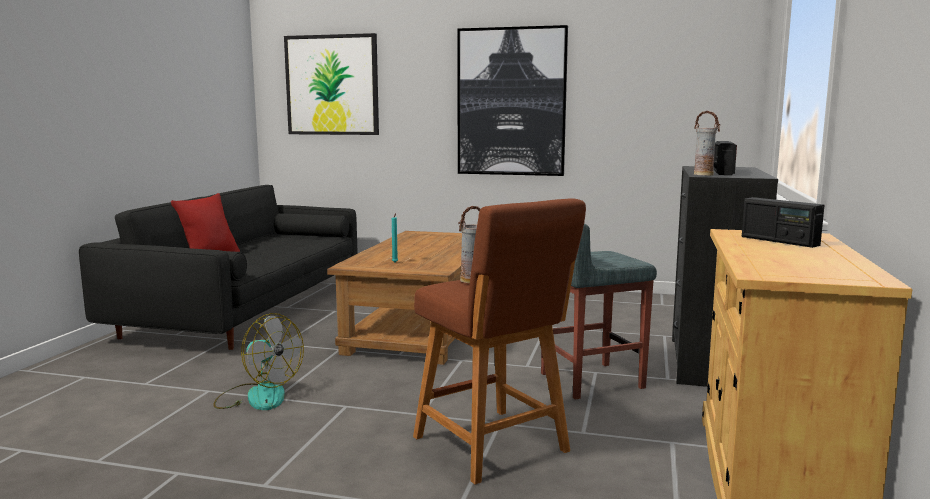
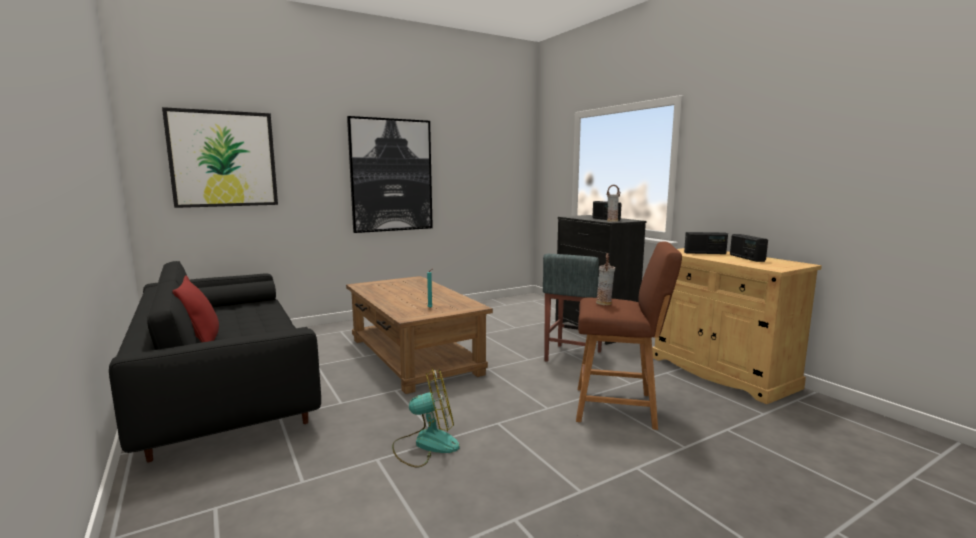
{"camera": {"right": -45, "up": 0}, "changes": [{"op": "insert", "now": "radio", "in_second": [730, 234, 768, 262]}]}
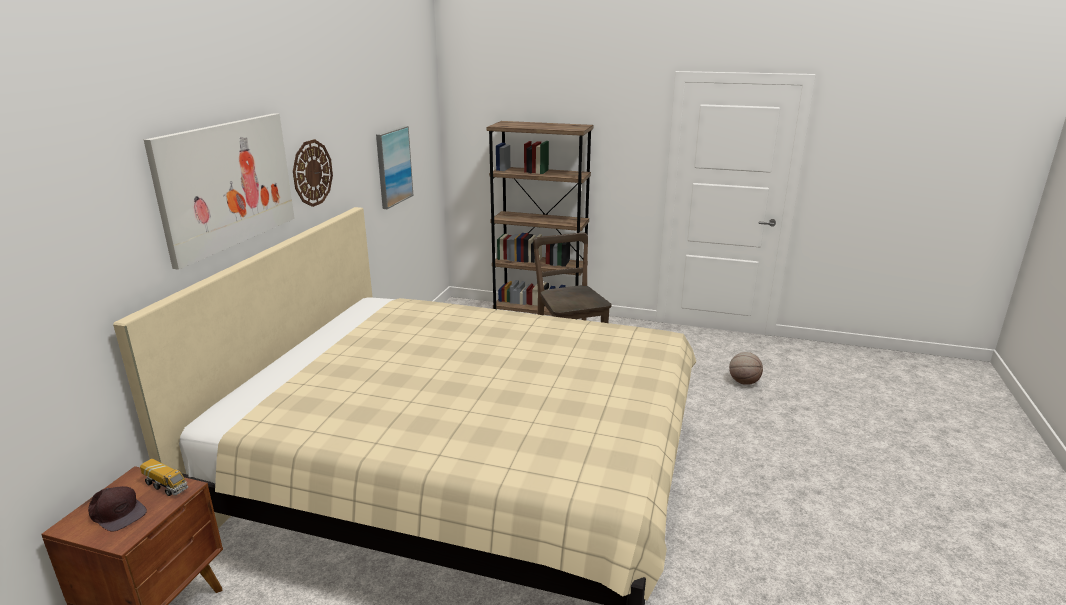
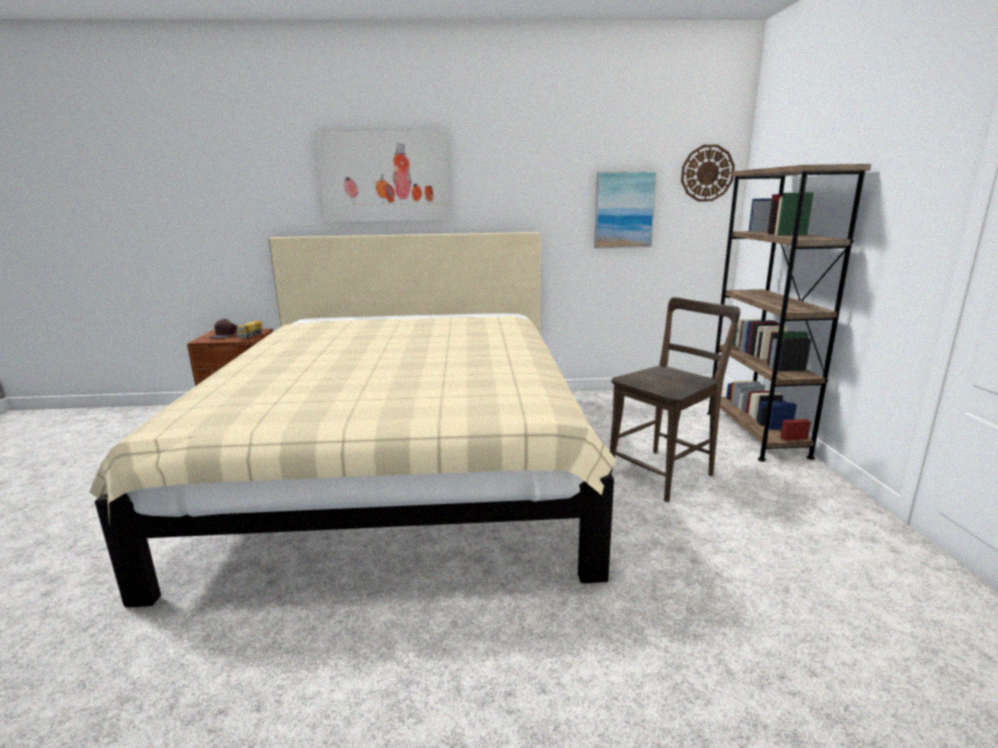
{"camera": {"right": 70, "up": -5}, "changes": [{"op": "move", "was": "wall clock", "in_first": [293, 139, 333, 207], "in_second": [681, 145, 735, 202]}, {"op": "delete", "was": "basketball", "in_first": [729, 352, 763, 385]}]}
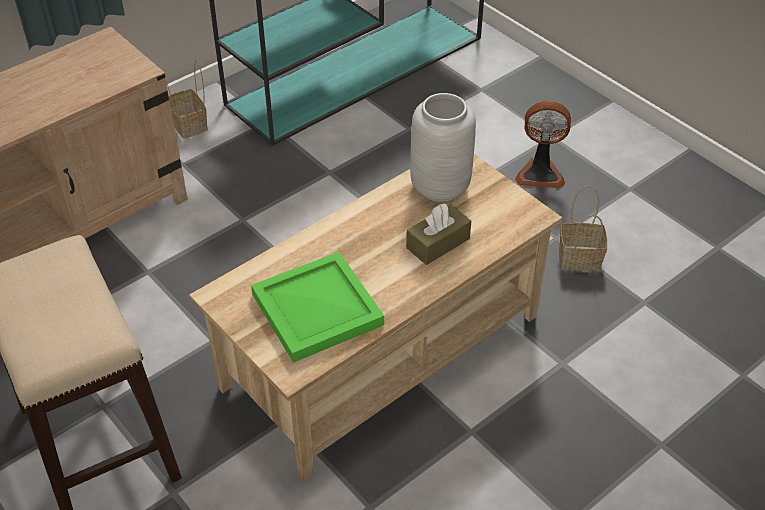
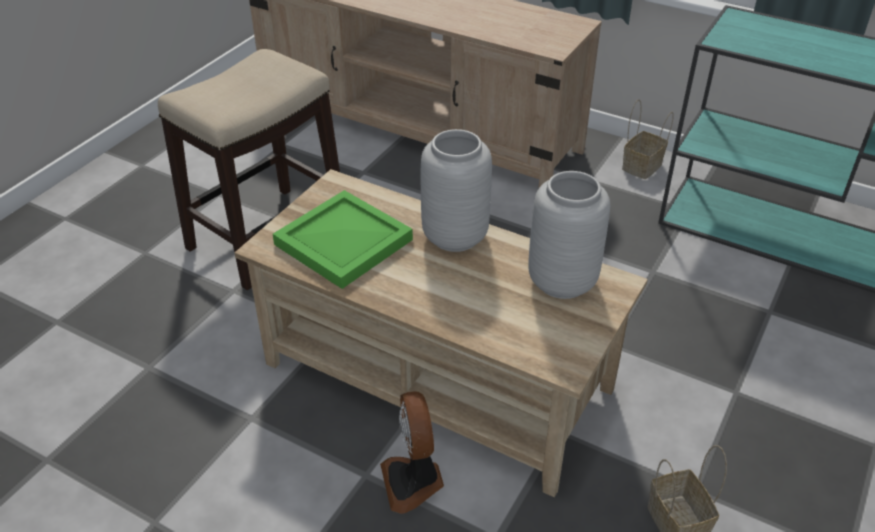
{"camera": {"right": 70, "up": -5}, "changes": [{"op": "move", "was": "fan", "in_first": [515, 101, 571, 188], "in_second": [380, 391, 444, 514]}, {"op": "delete", "was": "brown tissue box", "in_first": [406, 203, 471, 265]}, {"op": "insert", "now": "grey vase", "in_second": [421, 129, 492, 252]}]}
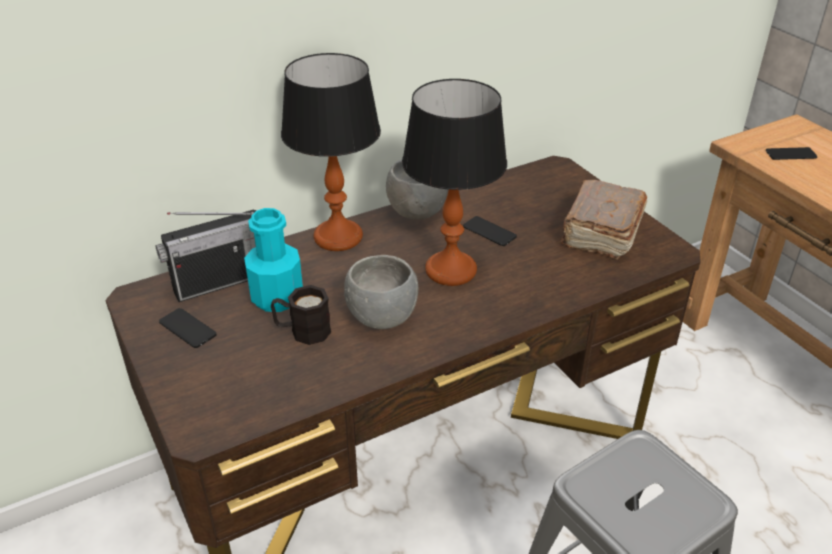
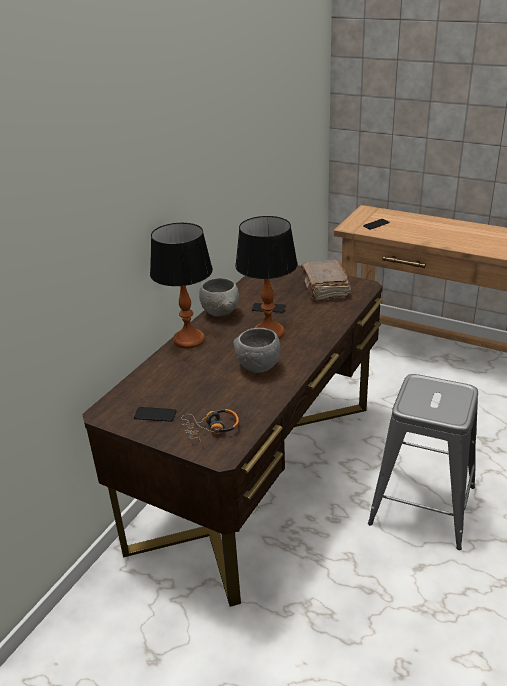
{"camera": {"right": -30, "up": -5}, "changes": [{"op": "delete", "was": "turquoise bottle", "in_first": [244, 208, 303, 312]}, {"op": "delete", "was": "radio", "in_first": [156, 210, 257, 302]}, {"op": "delete", "was": "black mug", "in_first": [271, 285, 331, 345]}, {"op": "insert", "now": "headphones", "in_second": [181, 409, 239, 442]}]}
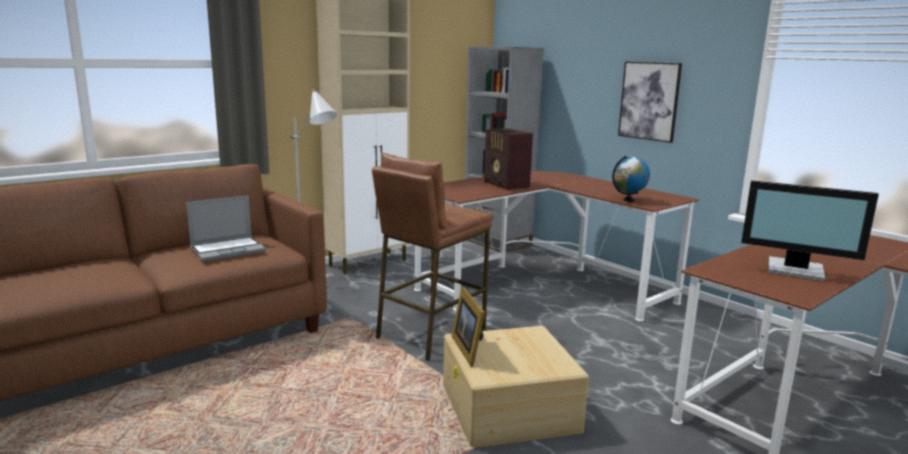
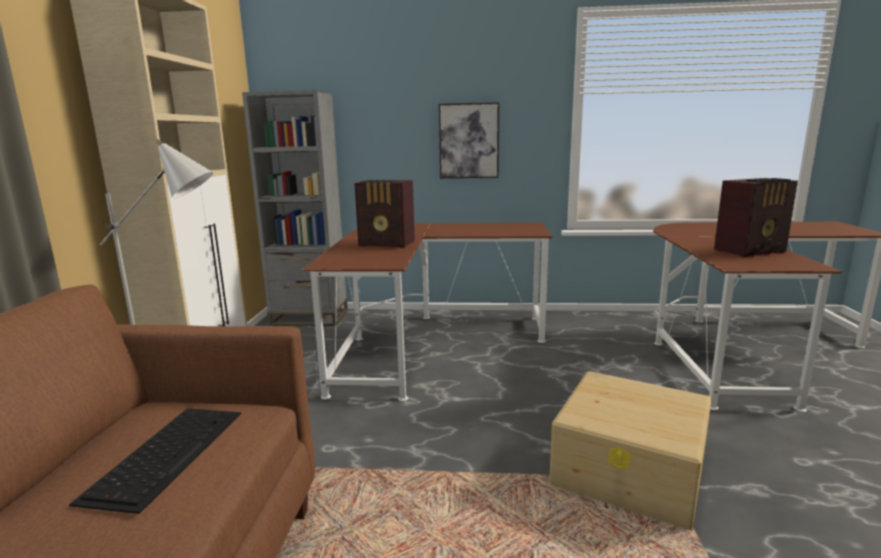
{"camera": {"right": -45, "up": 0}, "changes": [{"op": "delete", "was": "brown stool", "in_first": [372, 153, 492, 361]}, {"op": "delete", "was": "globe", "in_first": [612, 156, 650, 202]}, {"op": "replace", "was": "monitor", "now": "radio", "in_first": [741, 180, 879, 282], "in_second": [714, 178, 798, 257]}, {"op": "replace", "was": "laptop", "now": "keyboard", "in_first": [186, 195, 266, 262], "in_second": [69, 408, 241, 514]}, {"op": "delete", "was": "picture frame", "in_first": [452, 287, 485, 367]}]}
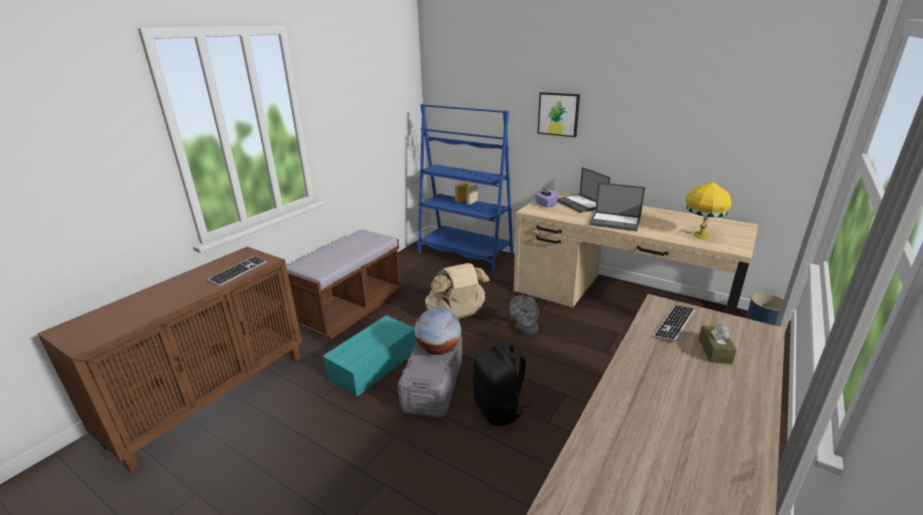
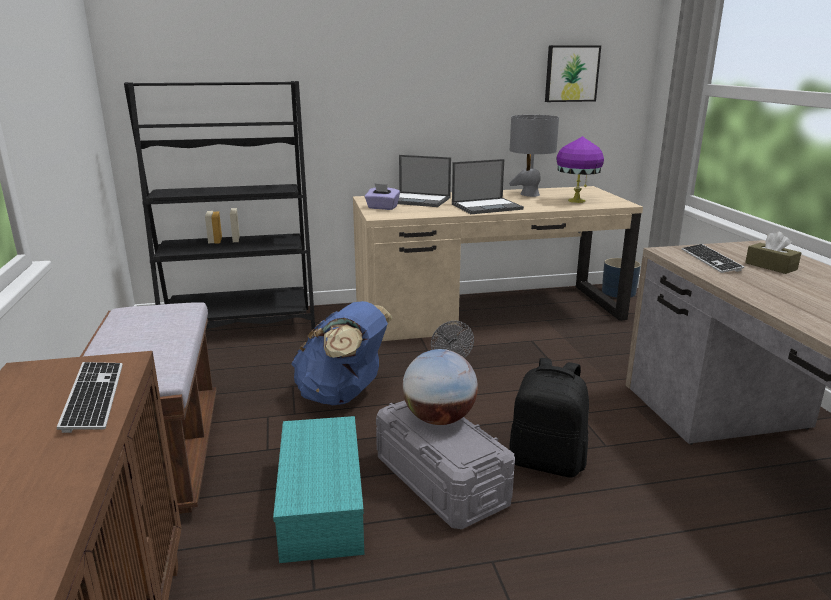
{"camera": {"right": -45, "up": -5}, "changes": [{"op": "move", "was": "picture", "in_first": [538, 92, 580, 137], "in_second": [545, 45, 601, 102]}, {"op": "recolor", "was": "blue bookcase", "now": "black bookcase", "in_first": [418, 104, 513, 274], "in_second": [124, 81, 315, 330]}, {"op": "recolor", "was": "yellow table lamp", "now": "purple table lamp", "in_first": [686, 182, 732, 239], "in_second": [557, 136, 604, 203]}, {"op": "recolor", "was": "beige backpack", "now": "blue backpack", "in_first": [425, 263, 490, 319], "in_second": [291, 301, 393, 405]}, {"op": "insert", "now": "grey table lamp", "in_second": [509, 115, 559, 197]}]}
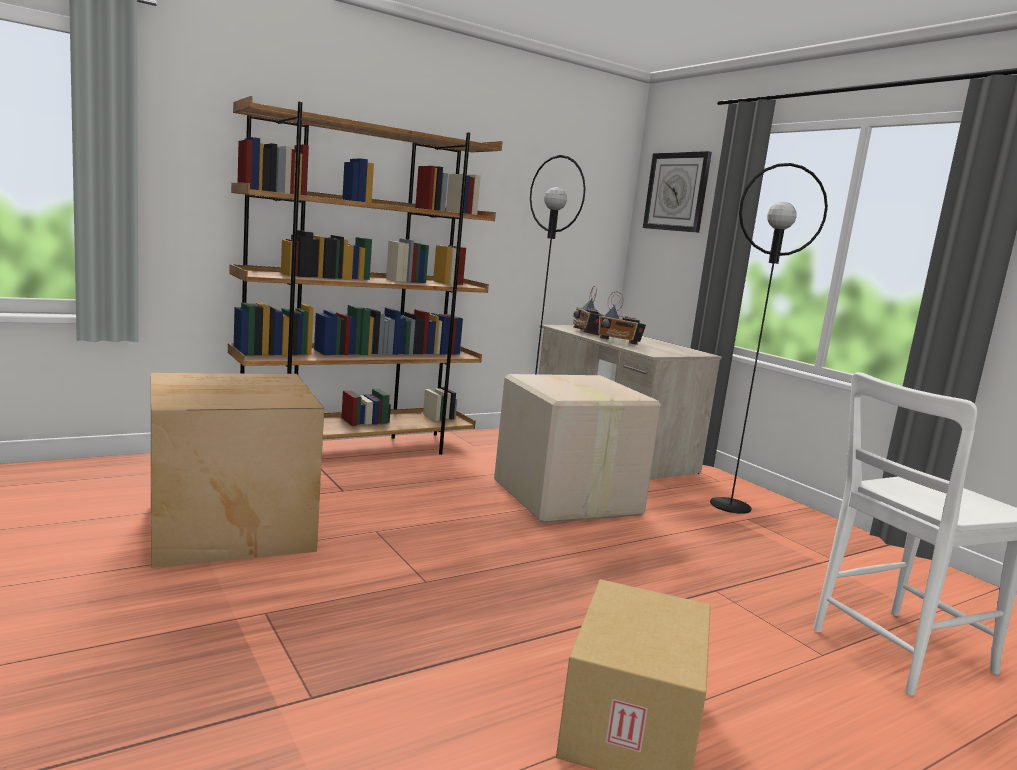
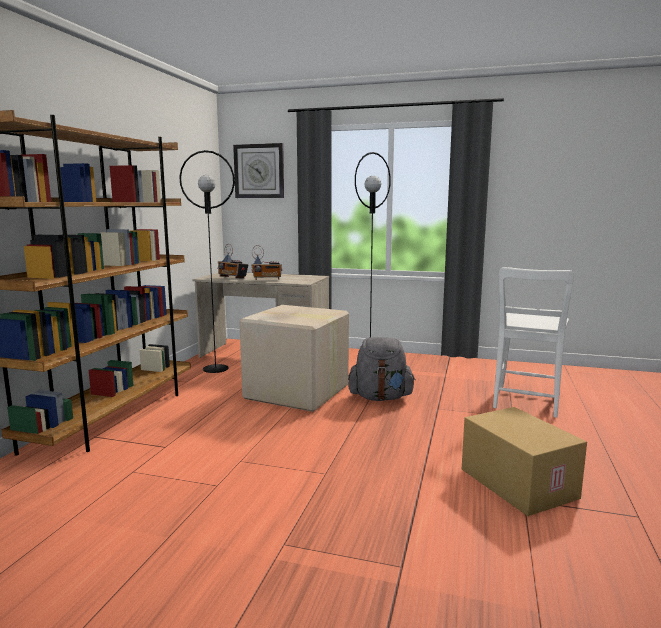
{"camera": {"right": -40, "up": 0}, "changes": [{"op": "delete", "was": "cardboard box", "in_first": [151, 373, 324, 568]}, {"op": "insert", "now": "grey backpack", "in_second": [348, 337, 416, 401]}]}
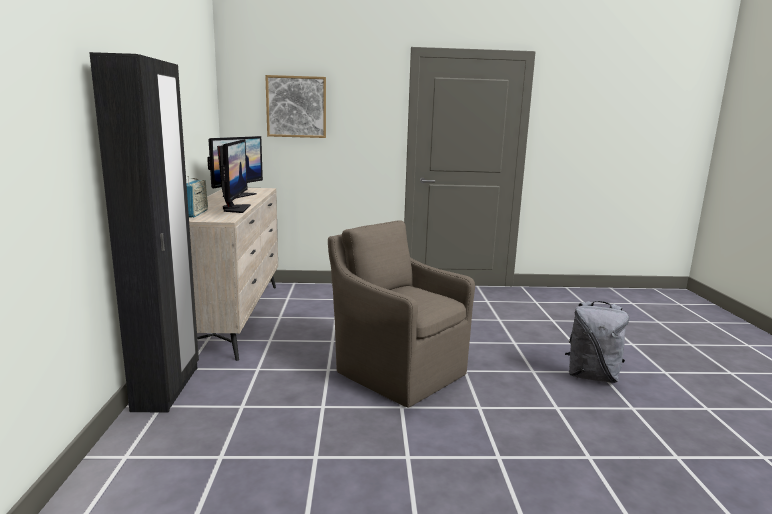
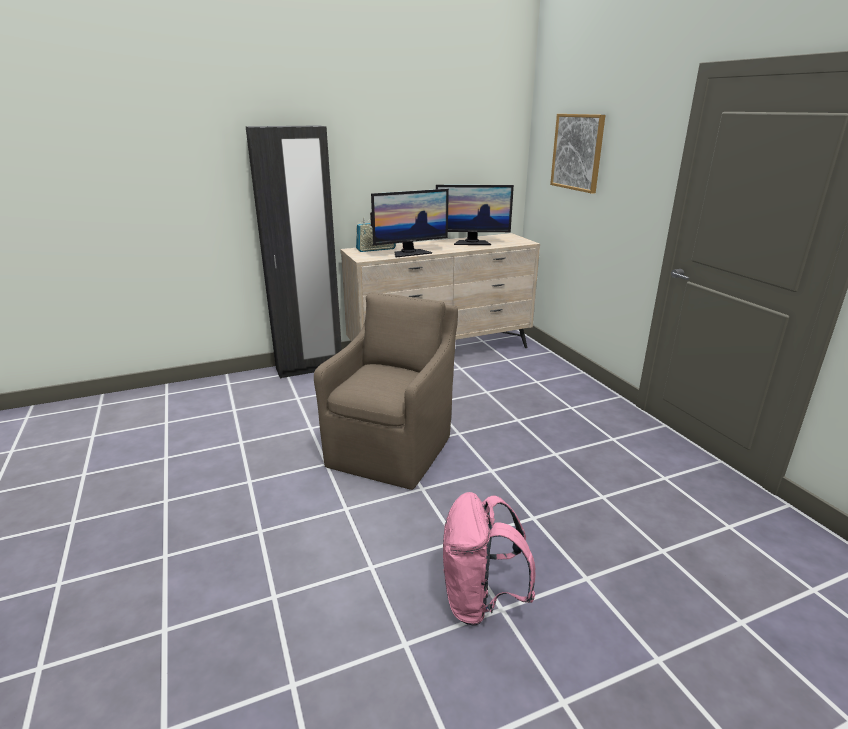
{"camera": {"right": 70, "up": 10}, "changes": [{"op": "recolor", "was": "grey backpack", "now": "pink backpack", "in_first": [565, 301, 629, 383], "in_second": [443, 492, 535, 626]}]}
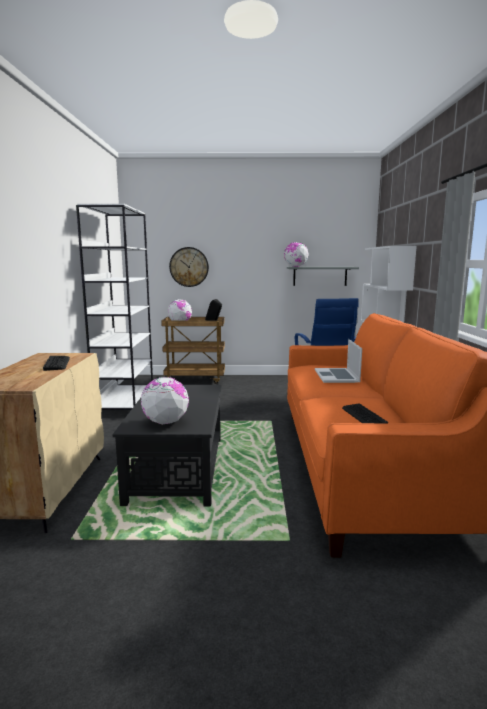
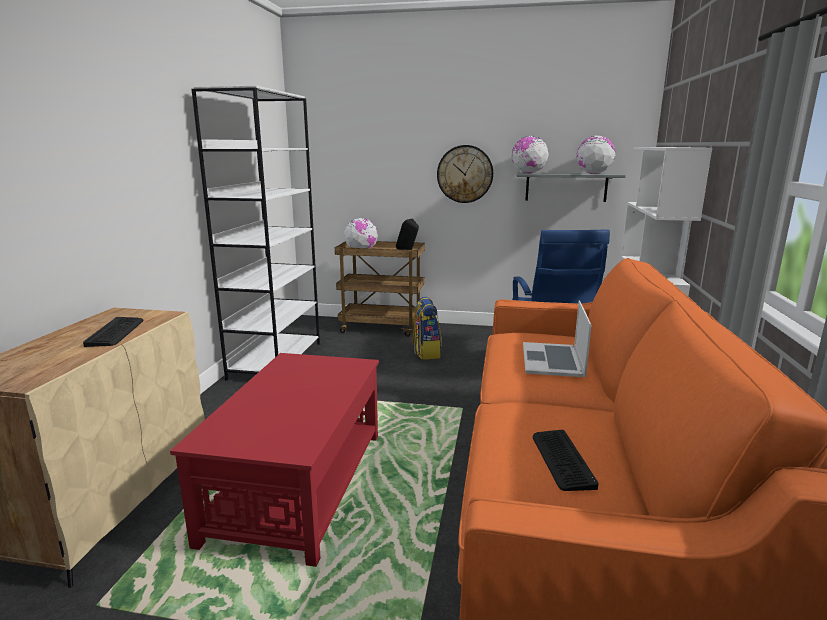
{"camera": {"right": 10, "up": 5}, "changes": [{"op": "move", "was": "wall clock", "in_first": [169, 247, 209, 287], "in_second": [437, 145, 493, 203]}, {"op": "move", "was": "globe", "in_first": [141, 377, 189, 425], "in_second": [576, 136, 615, 174]}, {"op": "recolor", "was": "black coffee table", "now": "red coffee table", "in_first": [112, 385, 221, 506], "in_second": [170, 353, 379, 567]}, {"op": "insert", "now": "backpack", "in_second": [412, 297, 442, 360]}]}
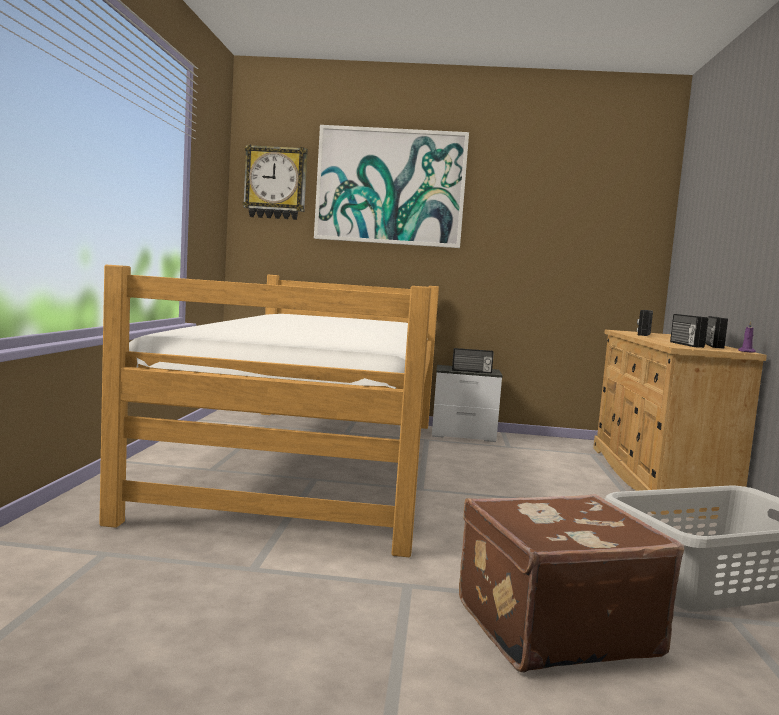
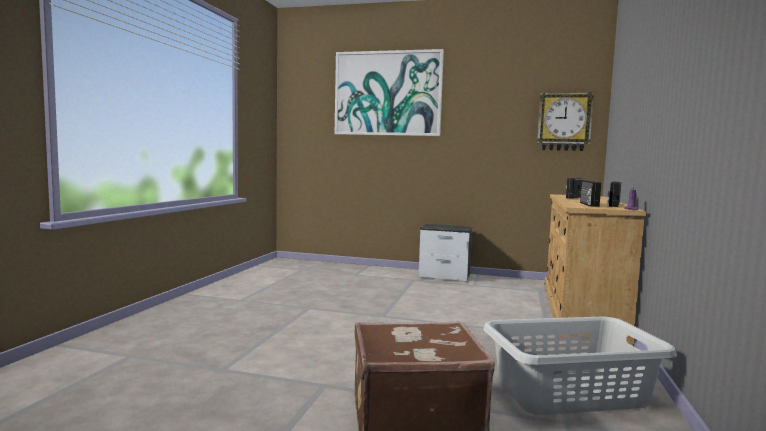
{"camera": {"right": 10, "up": 0}, "changes": [{"op": "move", "was": "wall clock", "in_first": [243, 145, 308, 220], "in_second": [537, 92, 594, 151]}, {"op": "delete", "was": "bed", "in_first": [99, 265, 439, 558]}, {"op": "delete", "was": "radio", "in_first": [452, 348, 494, 373]}]}
